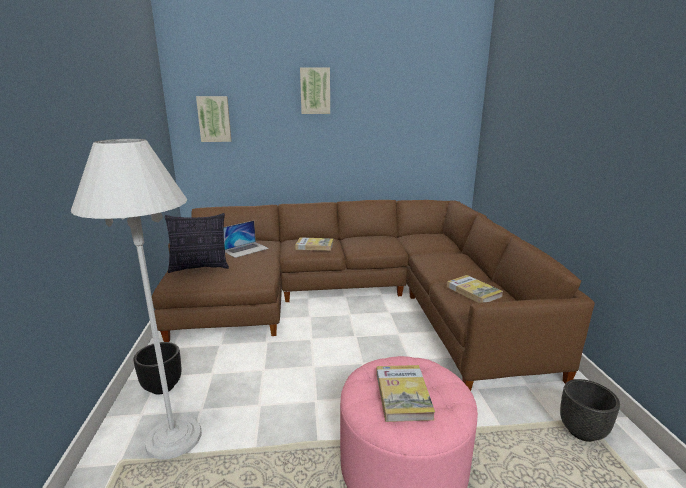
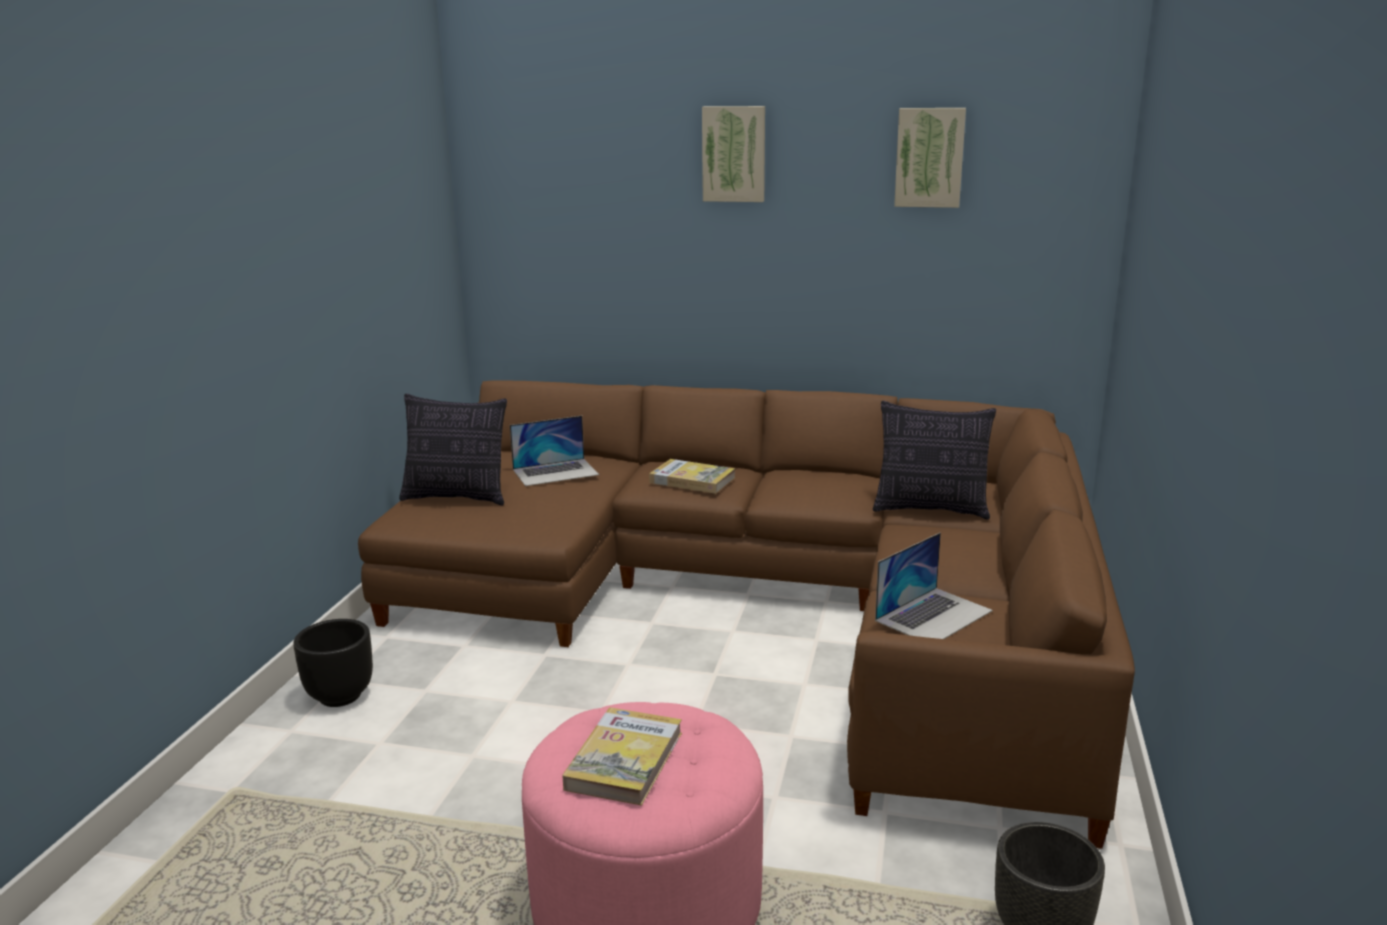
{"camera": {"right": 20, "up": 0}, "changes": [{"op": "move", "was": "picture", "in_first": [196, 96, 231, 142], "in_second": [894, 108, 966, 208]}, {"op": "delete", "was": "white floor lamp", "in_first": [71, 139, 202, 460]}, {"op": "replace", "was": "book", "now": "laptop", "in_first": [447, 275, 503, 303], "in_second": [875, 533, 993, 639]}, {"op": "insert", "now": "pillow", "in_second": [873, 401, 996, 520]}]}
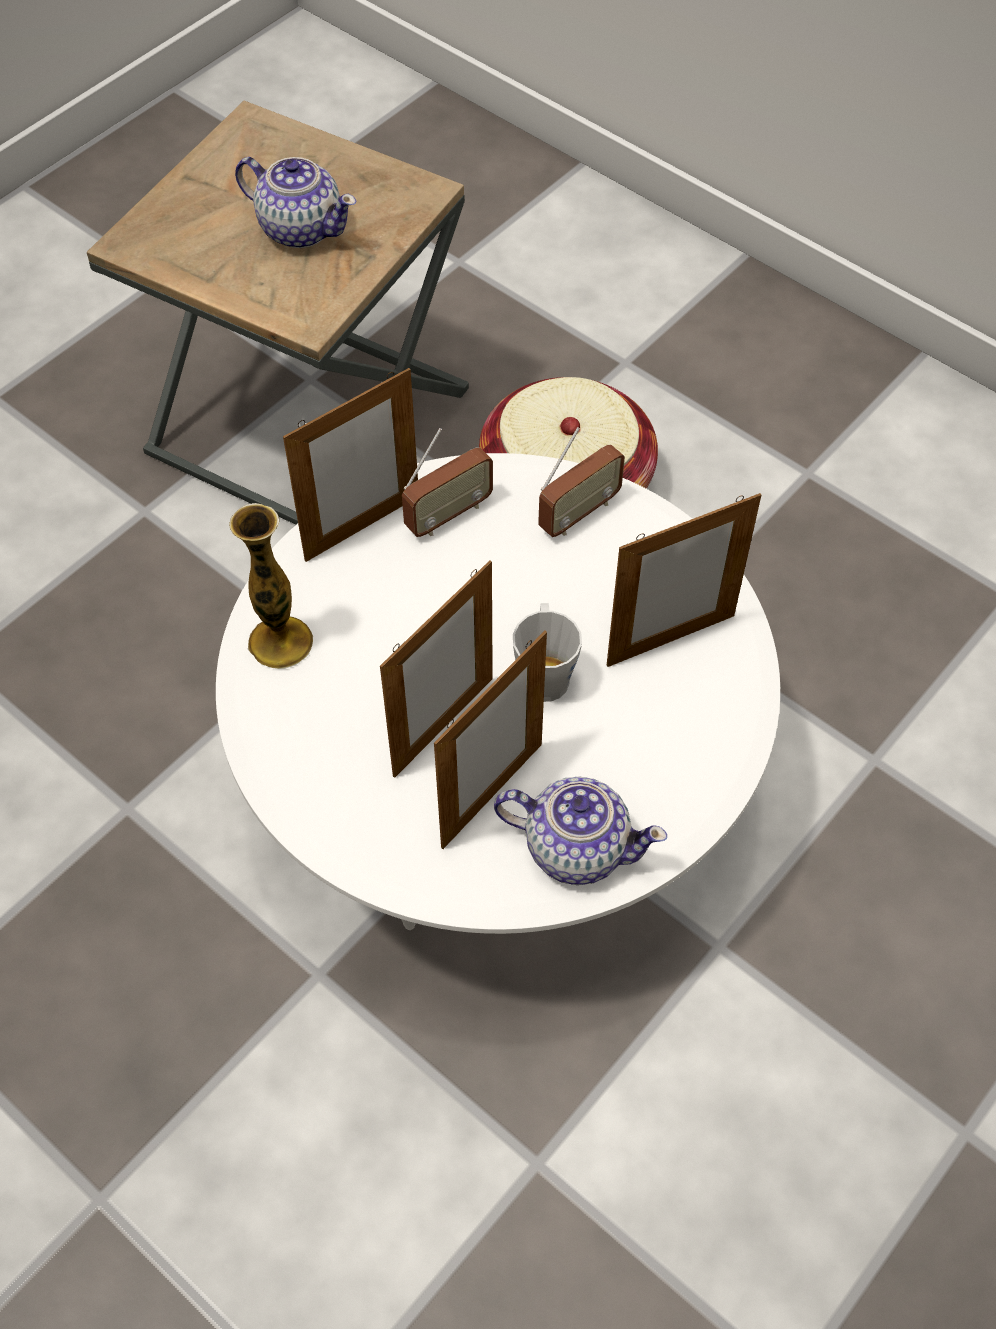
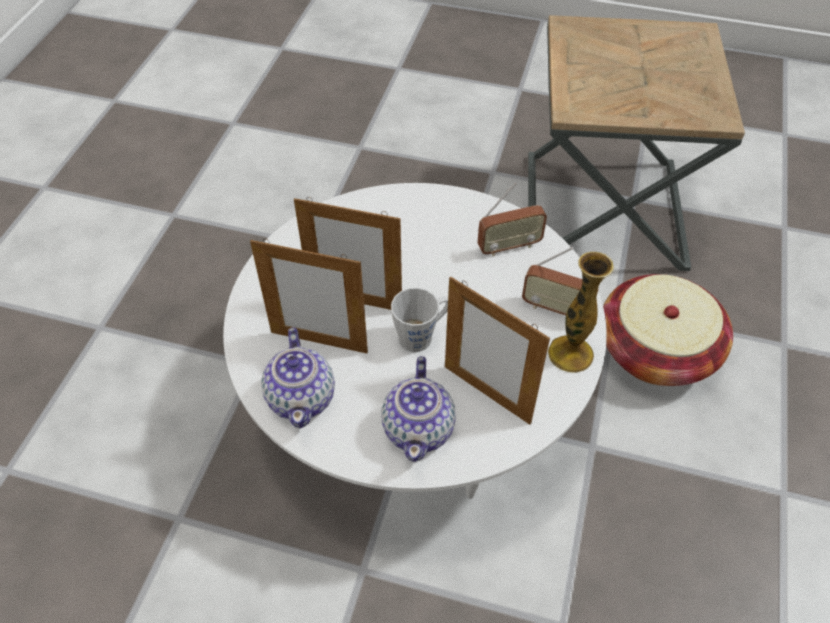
{"camera": {"right": 65, "up": -5}, "changes": [{"op": "move", "was": "teapot", "in_first": [235, 157, 356, 248], "in_second": [382, 356, 456, 462]}, {"op": "delete", "was": "picture frame", "in_first": [283, 368, 418, 562]}, {"op": "rotate", "was": "radio", "in_first": [402, 428, 493, 537], "in_second": [477, 183, 547, 257], "clockwise": -45}, {"op": "move", "was": "vase", "in_first": [229, 503, 313, 669], "in_second": [548, 251, 614, 373]}]}
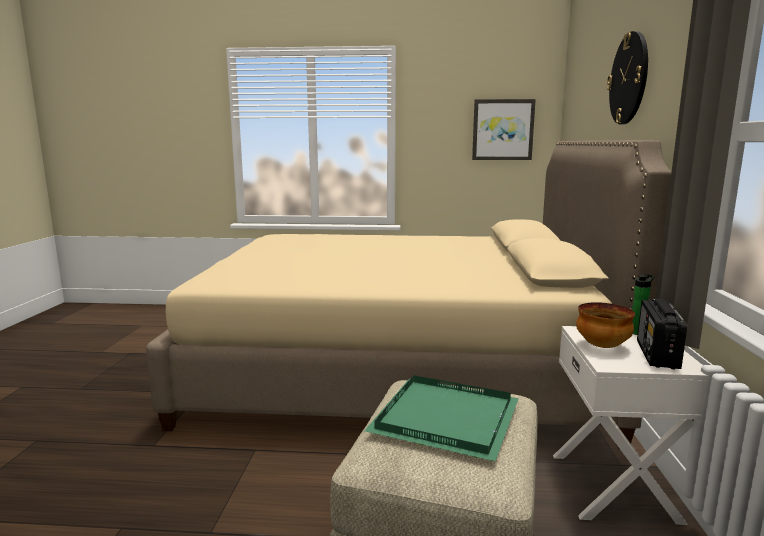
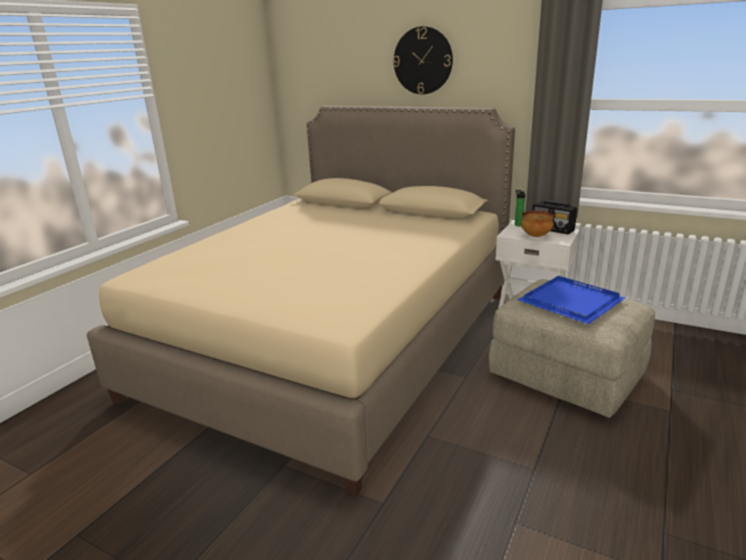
{"camera": {"right": -65, "up": 10}, "changes": [{"op": "delete", "was": "picture", "in_first": [472, 99, 536, 160]}, {"op": "recolor", "was": "green tray", "now": "blue tray", "in_first": [364, 375, 519, 461], "in_second": [517, 276, 625, 324]}]}
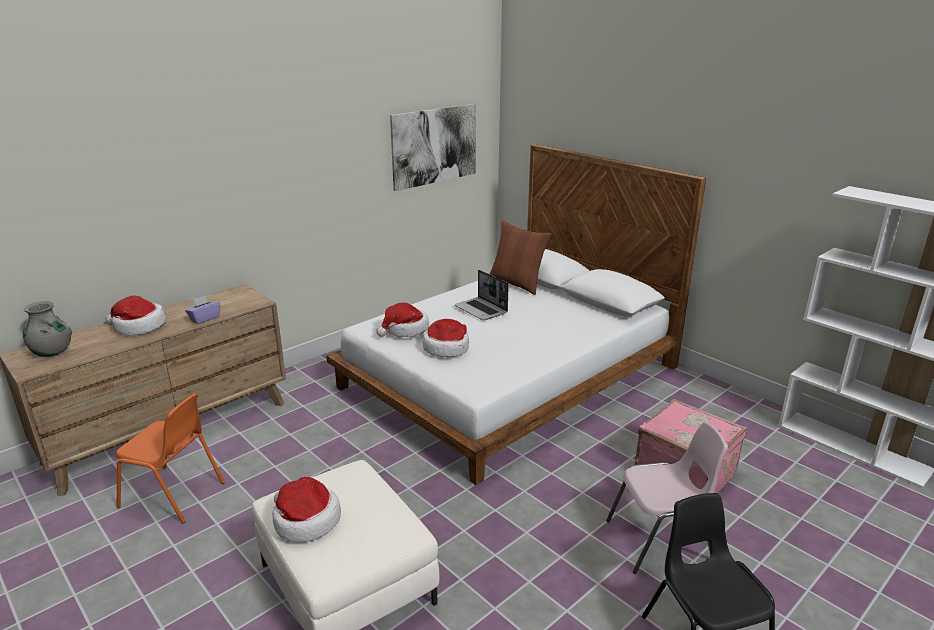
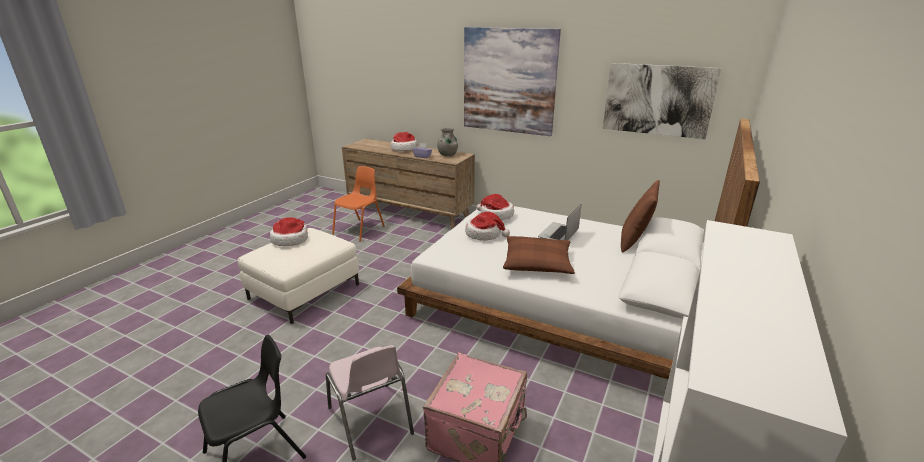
{"camera": {"right": 70, "up": 0}, "changes": [{"op": "move", "was": "grey vase", "in_first": [23, 301, 72, 357], "in_second": [437, 127, 458, 156]}, {"op": "rotate", "was": "orange chair", "in_first": [116, 394, 225, 524], "in_second": [332, 166, 385, 242], "clockwise": -150}, {"op": "insert", "now": "picture", "in_second": [464, 27, 561, 136]}, {"op": "insert", "now": "brown pillow", "in_second": [503, 236, 575, 274]}]}
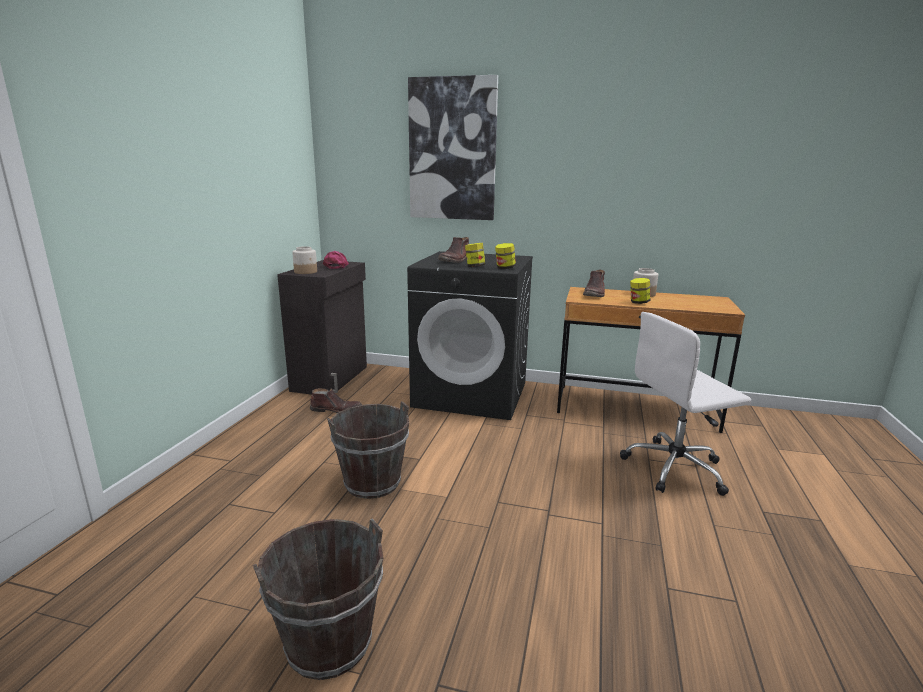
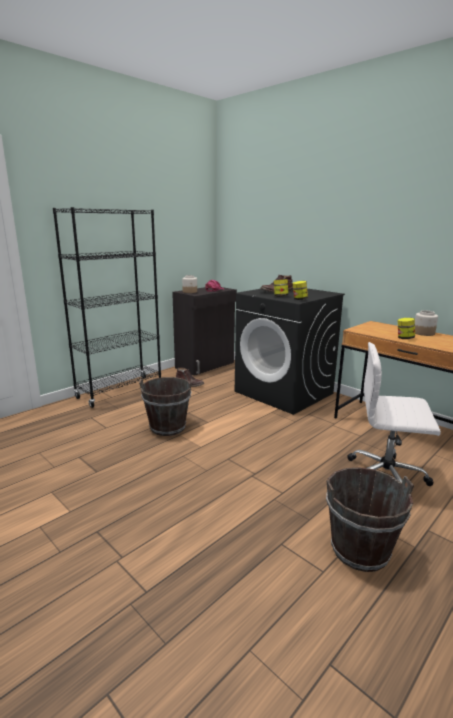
{"camera": {"right": 30, "up": 0}, "changes": [{"op": "delete", "was": "picture", "in_first": [408, 75, 498, 220]}, {"op": "delete", "was": "brown boot", "in_first": [583, 270, 605, 297]}, {"op": "move", "was": "brown bucket", "in_first": [253, 518, 383, 680], "in_second": [326, 467, 414, 572]}, {"op": "insert", "now": "black bookcase", "in_second": [53, 207, 161, 408]}]}
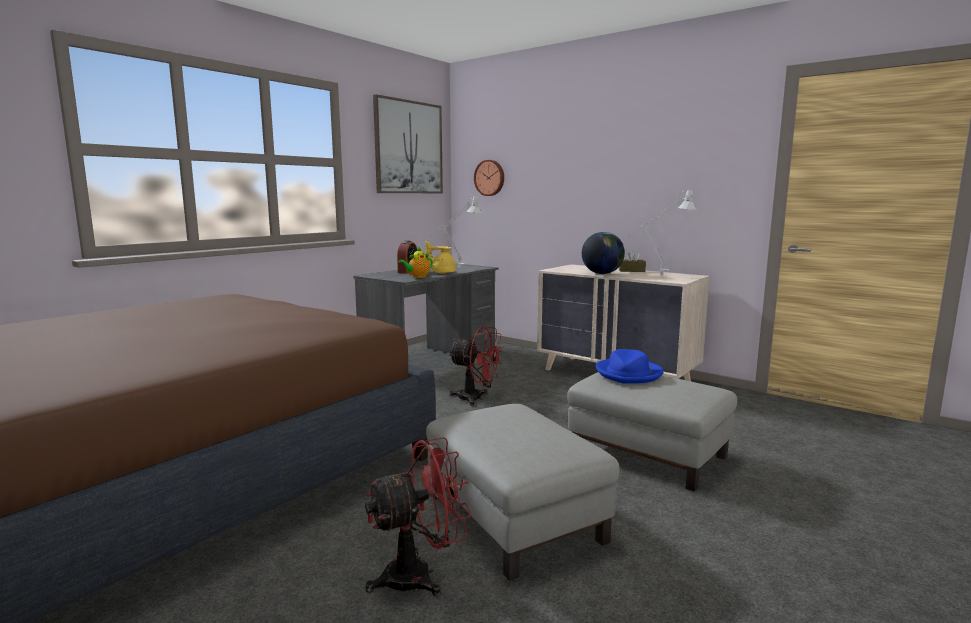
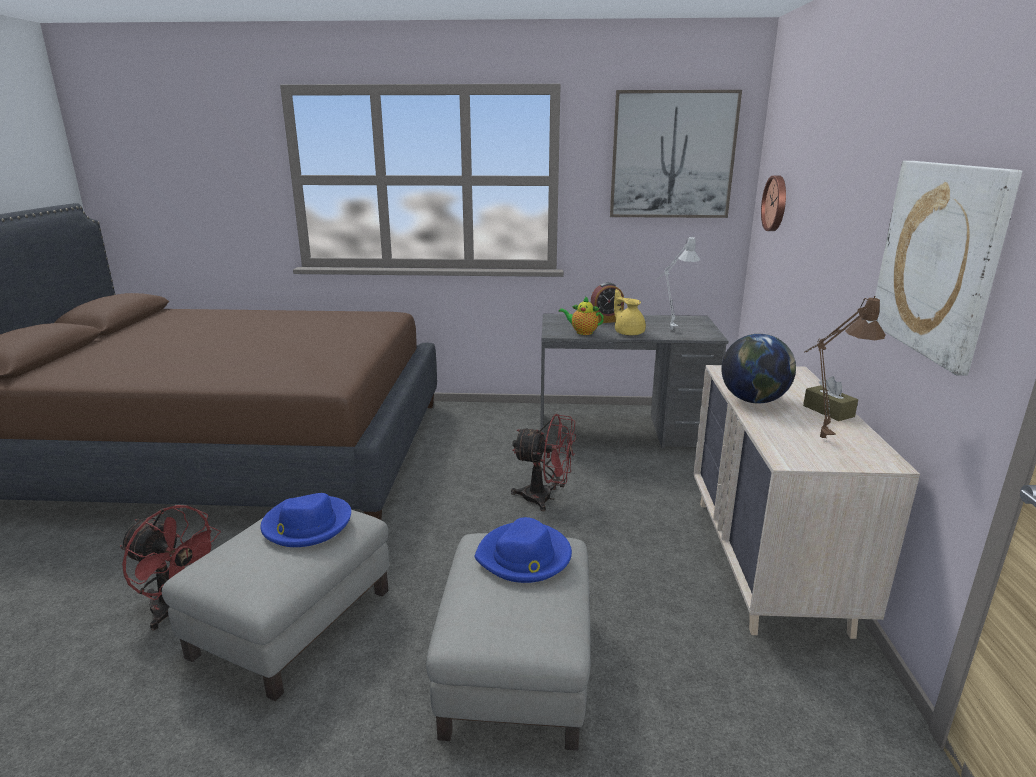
{"camera": {"right": 55, "up": 10}, "changes": [{"op": "recolor", "was": "grey table lamp", "now": "brown table lamp", "in_first": [627, 190, 697, 275], "in_second": [804, 296, 885, 441]}, {"op": "rotate", "was": "red fan", "in_first": [448, 326, 503, 406], "in_second": [511, 414, 576, 511], "clockwise": -60}, {"op": "insert", "now": "picture", "in_second": [875, 161, 1022, 375]}, {"op": "insert", "now": "blue hat", "in_second": [260, 493, 351, 547]}]}
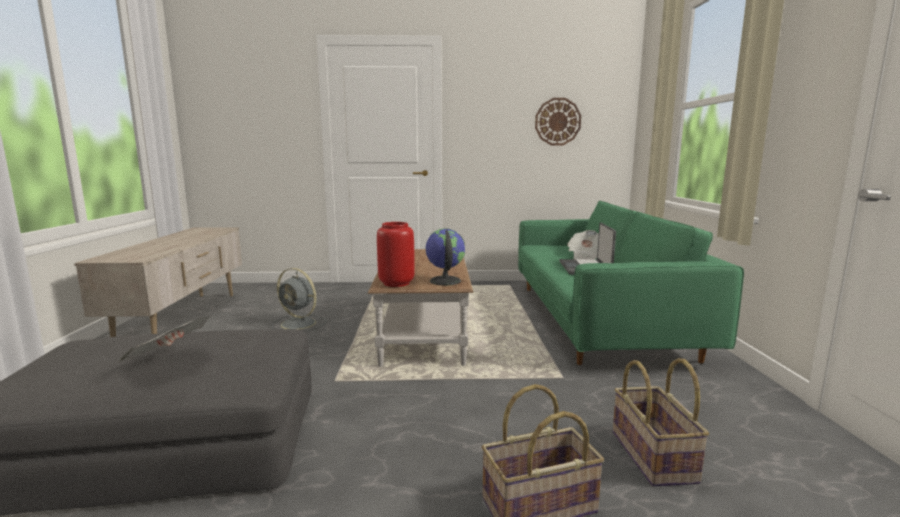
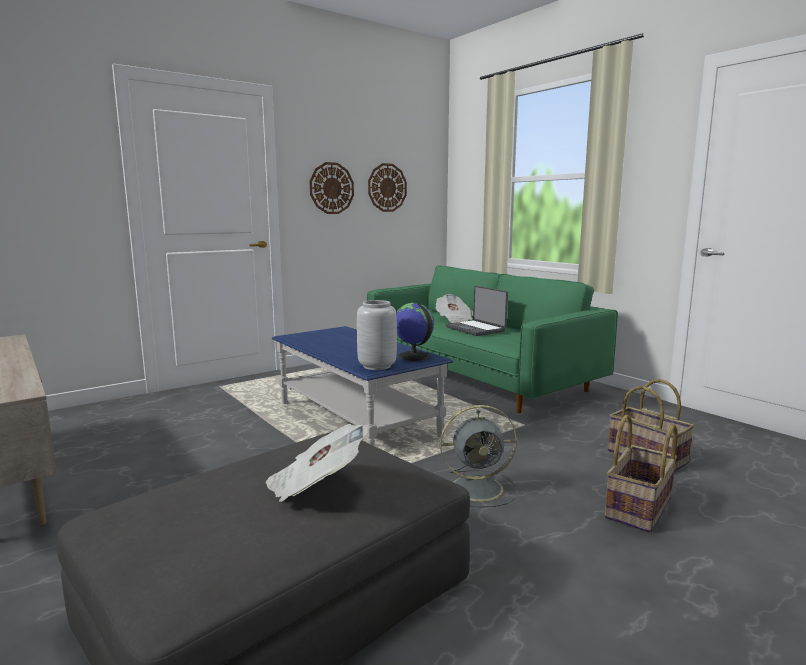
{"camera": {"right": -35, "up": 0}, "changes": [{"op": "recolor", "was": "red vase", "now": "grey vase", "in_first": [377, 222, 415, 287], "in_second": [357, 300, 397, 370]}, {"op": "recolor", "was": "brown coffee table", "now": "blue coffee table", "in_first": [368, 249, 473, 367], "in_second": [272, 326, 453, 446]}, {"op": "move", "was": "grey fan", "in_first": [272, 268, 326, 332], "in_second": [440, 405, 517, 507]}, {"op": "insert", "now": "wall clock", "in_second": [309, 162, 354, 214]}]}
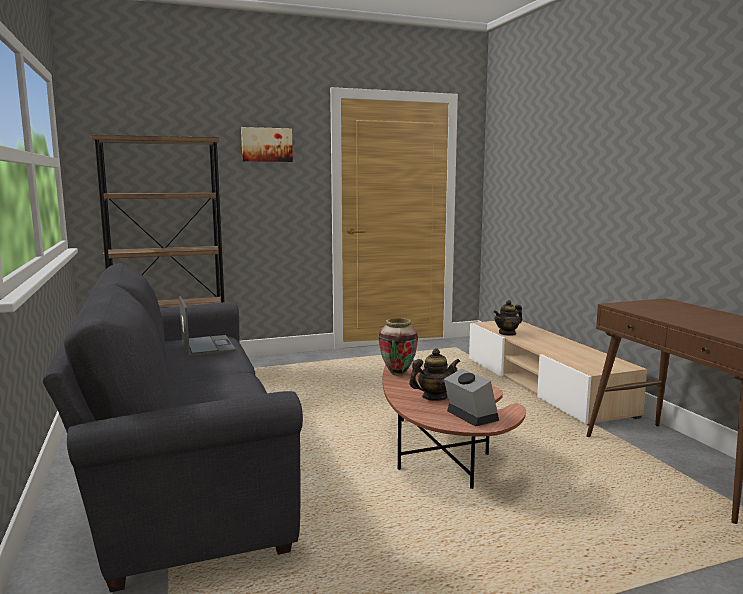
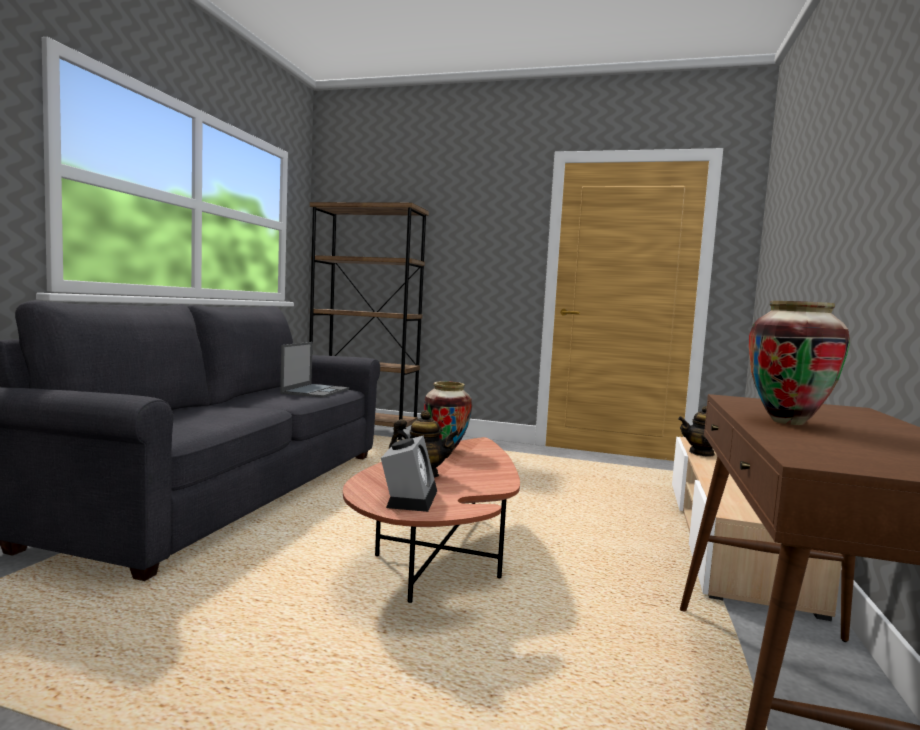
{"camera": {"right": 35, "up": -5}, "changes": [{"op": "delete", "was": "picture", "in_first": [241, 127, 293, 162]}, {"op": "insert", "now": "vase", "in_second": [749, 301, 850, 425]}]}
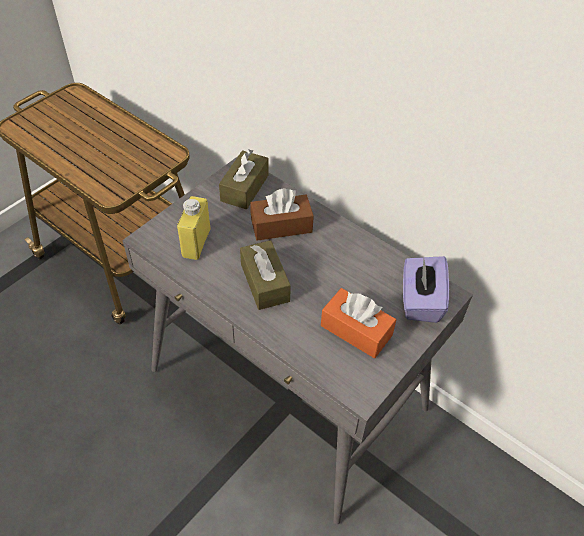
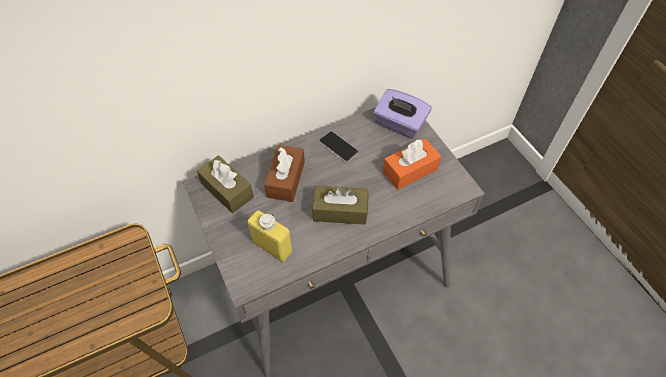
{"camera": {"right": -65, "up": 5}, "changes": [{"op": "insert", "now": "phone", "in_second": [319, 131, 359, 162]}]}
